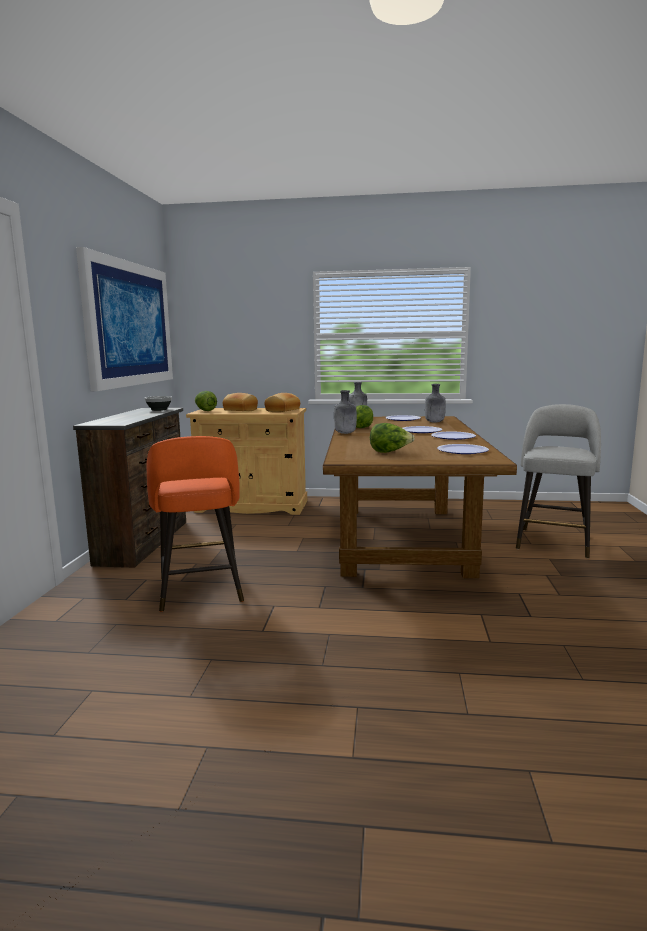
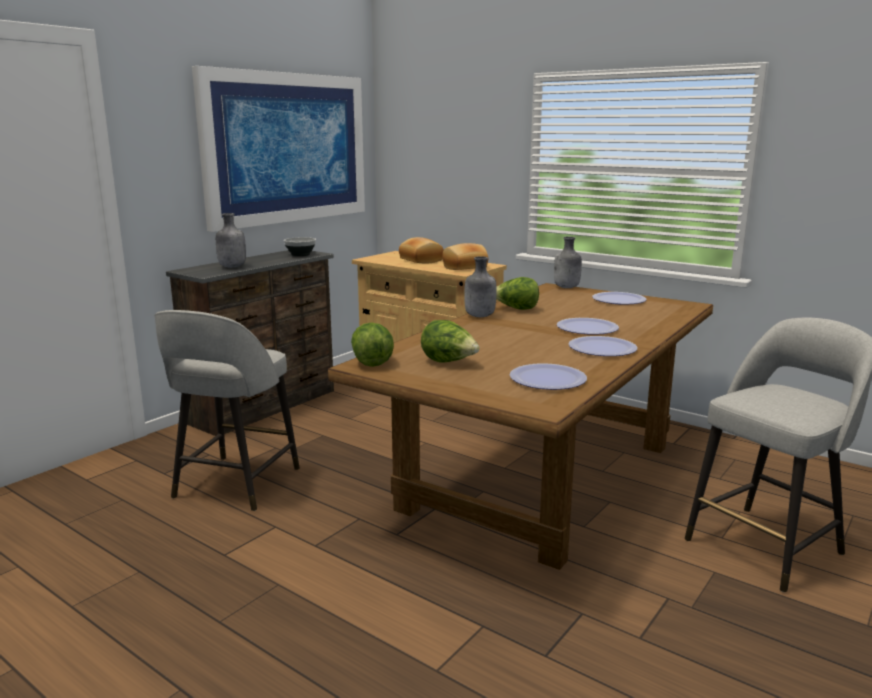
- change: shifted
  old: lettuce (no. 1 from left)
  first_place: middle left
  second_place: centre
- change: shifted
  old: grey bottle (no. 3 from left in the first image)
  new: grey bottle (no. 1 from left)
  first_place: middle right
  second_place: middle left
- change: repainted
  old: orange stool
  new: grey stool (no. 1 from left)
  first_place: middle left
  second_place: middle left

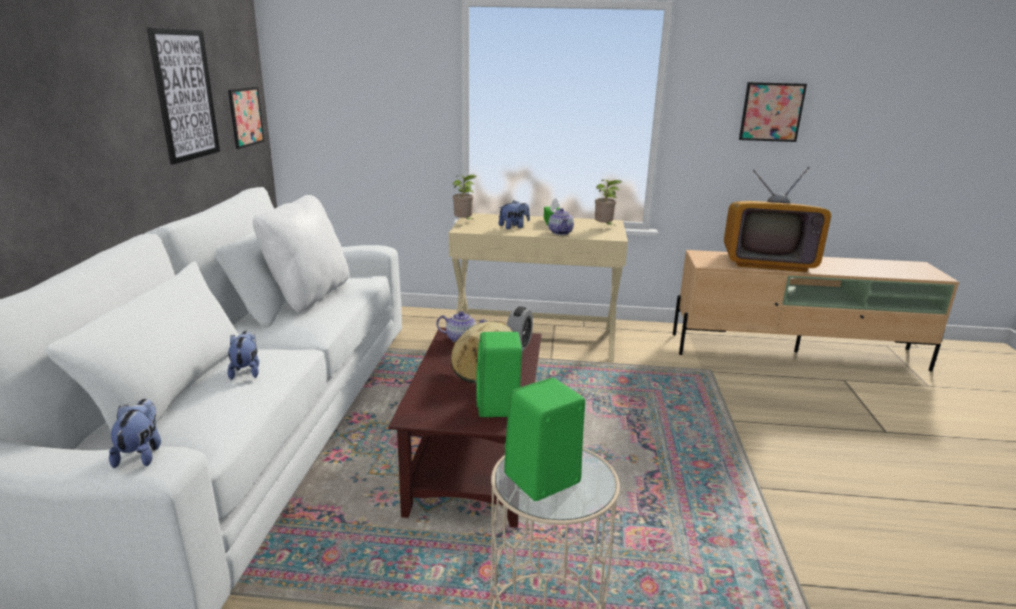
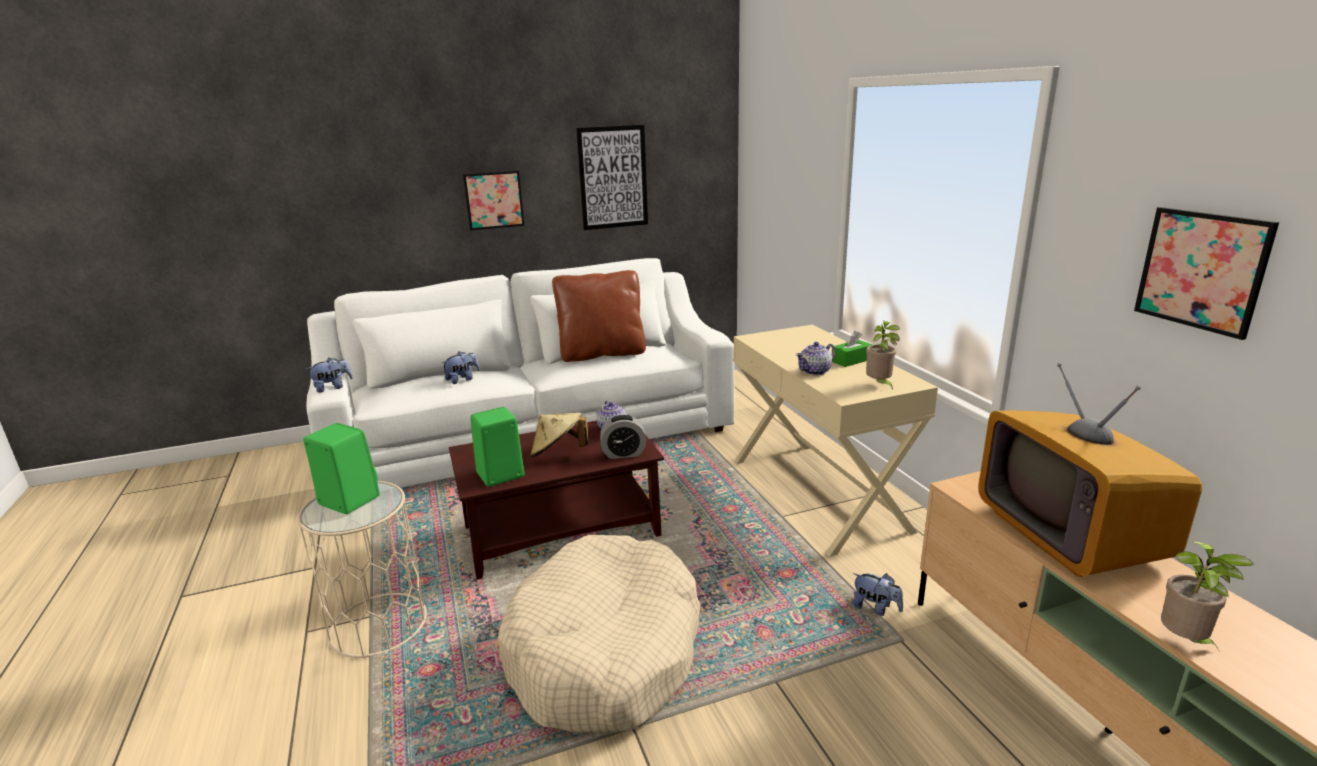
- change: new
  new: beige dog bed
  second_place: bottom centre
- change: shifted
  old: picture (no. 2 from left in the first image)
  new: picture (no. 1 from left)
  first_place: top left
  second_place: top centre
- change: shifted
  old: potted plant (no. 1 from left in the first image)
  new: potted plant (no. 2 from left)
  first_place: top centre
  second_place: bottom right
- change: shifted
  old: plush toy (no. 3 from left)
  first_place: centre
  second_place: bottom right
- change: repainted
  old: white pillow
  new: brown pillow
  first_place: middle left
  second_place: centre

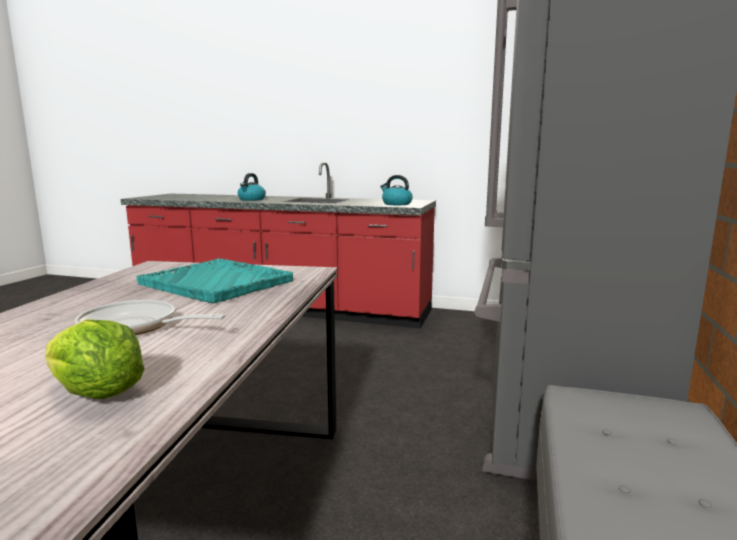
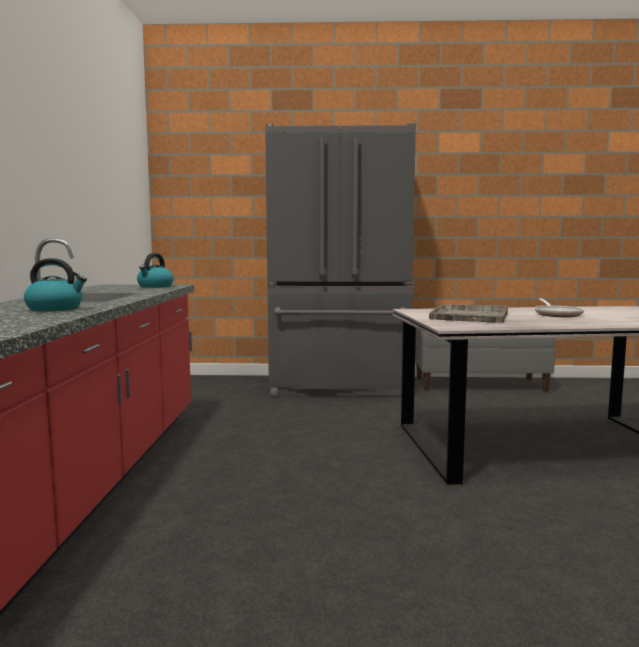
- change: gone
  old: lettuce
  first_place: middle left
- change: repainted
  old: turquoise tray
  new: grey tray
  first_place: middle left
  second_place: middle right

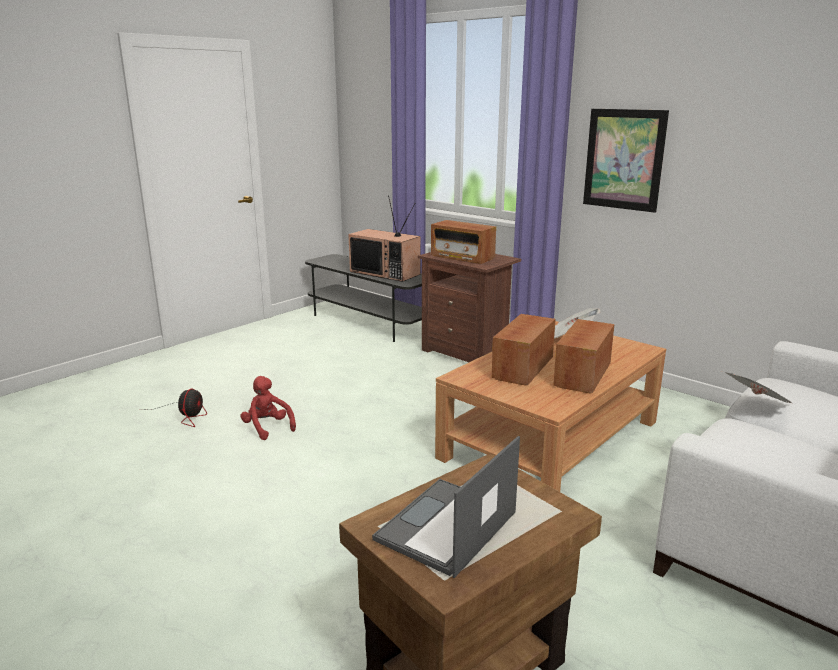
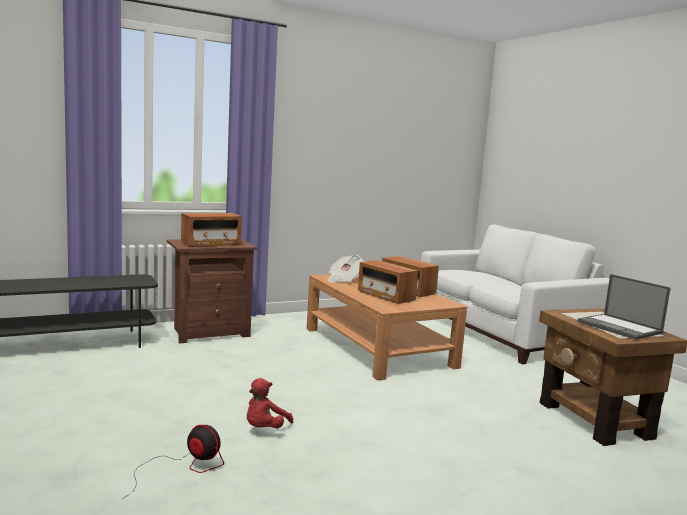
- change: gone
  old: television
  first_place: centre
- change: gone
  old: picture
  first_place: top right
- change: gone
  old: newspaper (no. 2 from left)
  first_place: middle right
- change: rotated
  old: red plush toy
  first_place: middle left
  second_place: bottom centre
  degrees: -45

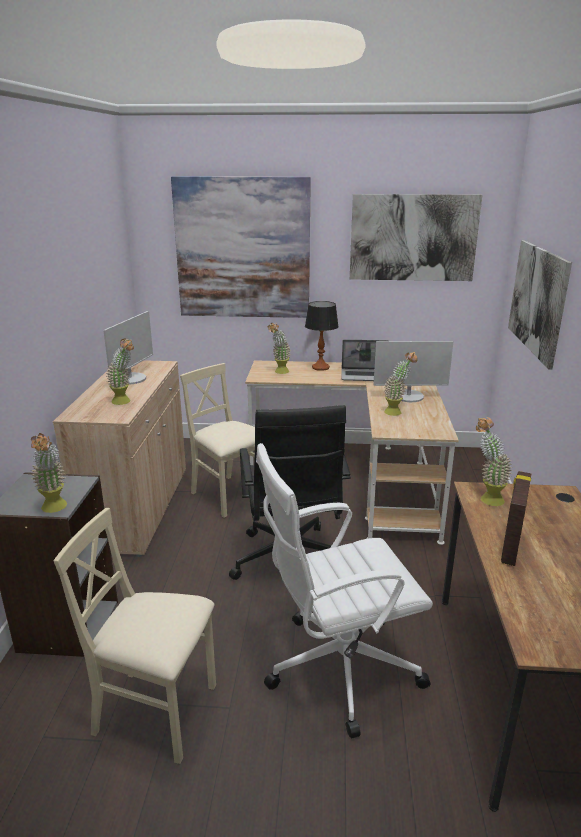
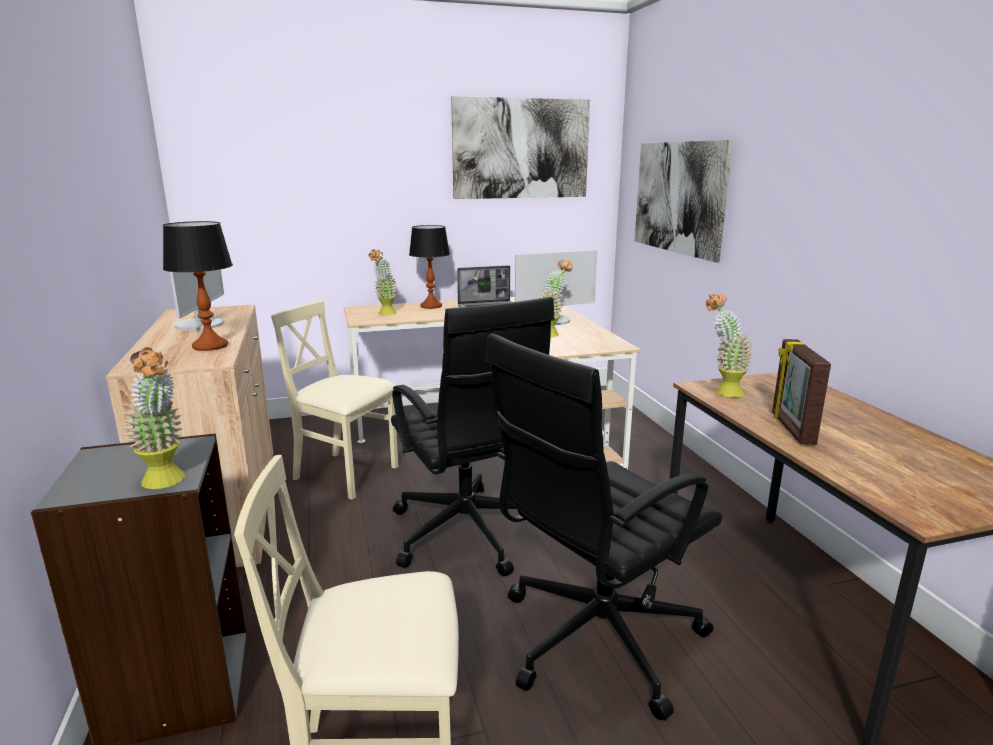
- change: gone
  old: picture (no. 1 from left)
  first_place: top centre
- change: swapped
  old: potted plant (no. 2 from left)
  new: table lamp (no. 1 from left)
  first_place: middle left
  second_place: middle left
- change: repainted
  old: white office chair
  new: black office chair (no. 2 from left)
  first_place: bottom centre
  second_place: bottom centre

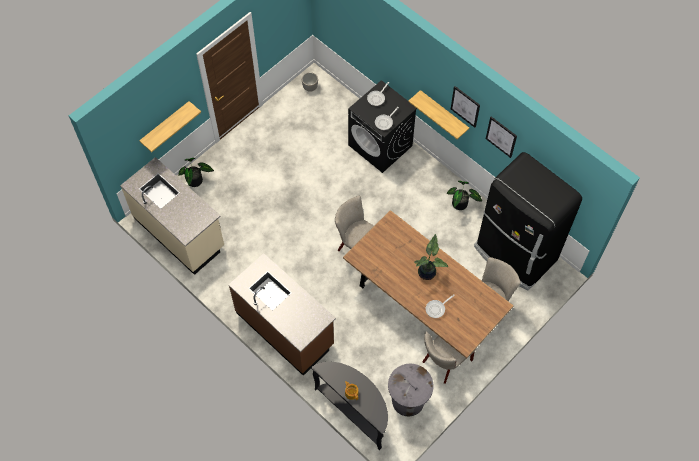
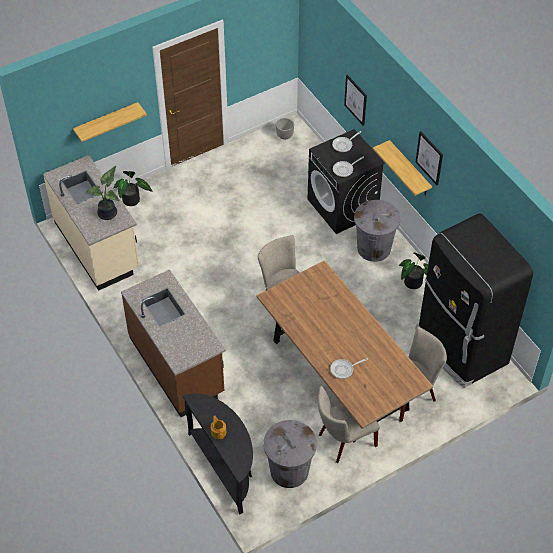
- change: new
  new: grey trash can (no. 2 from left)
  second_place: middle right
- change: shifted
  old: potted plant (no. 2 from left in the first image)
  new: potted plant (no. 1 from left)
  first_place: centre
  second_place: middle left
- change: shifted
  old: picture (no. 2 from left in the first image)
  new: picture (no. 1 from left)
  first_place: top right
  second_place: top centre

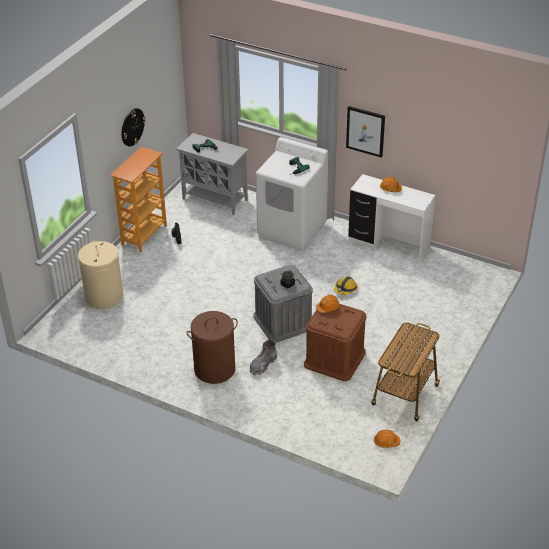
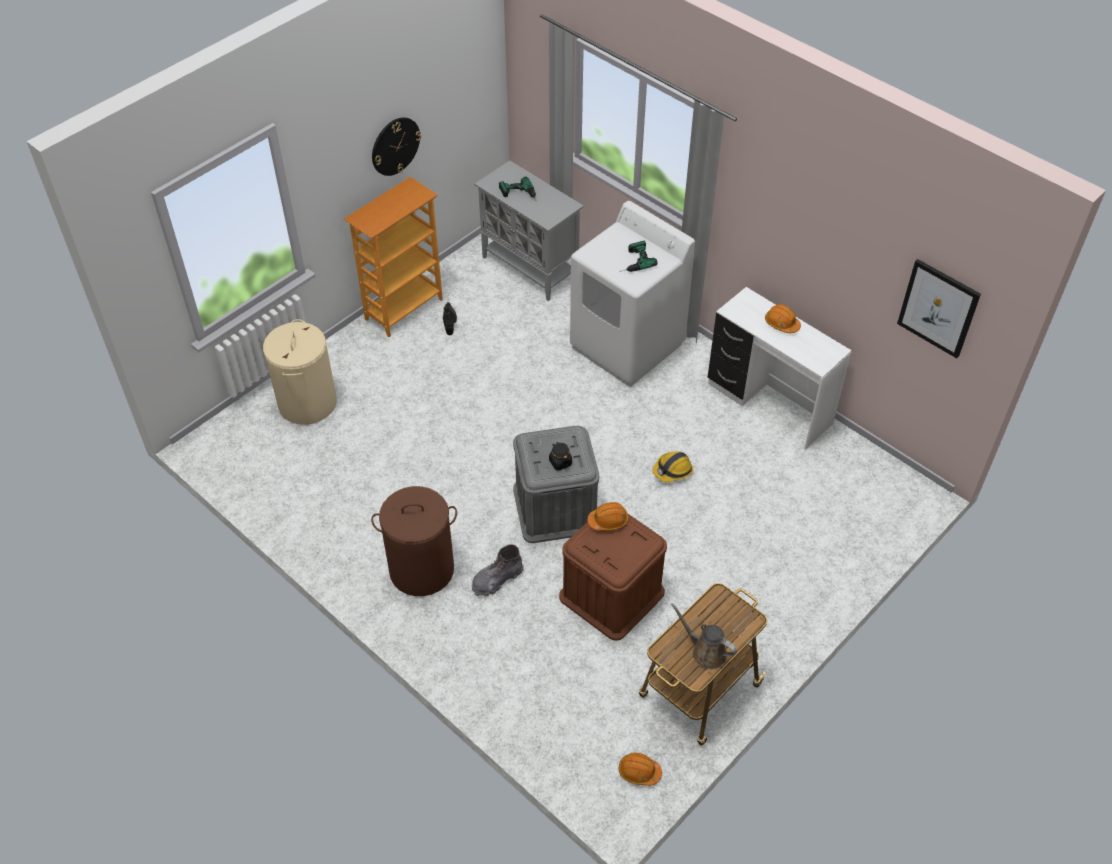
- change: new
  new: brown watering can
  second_place: bottom centre
- change: shifted
  old: picture
  first_place: top centre
  second_place: middle right

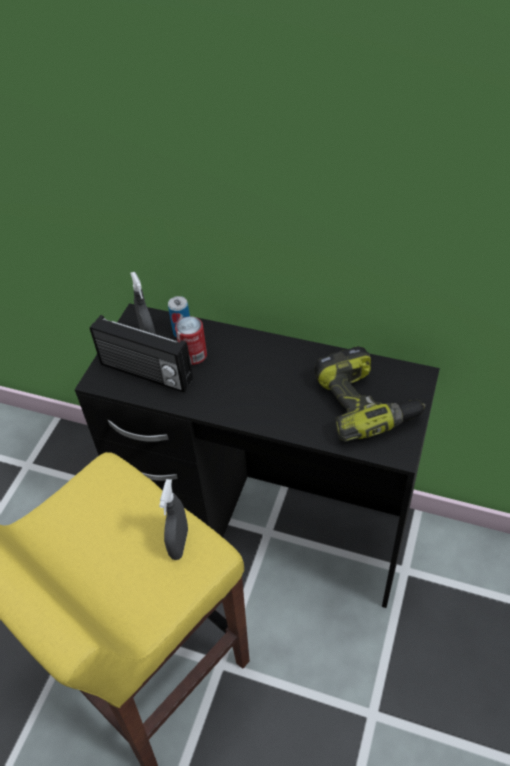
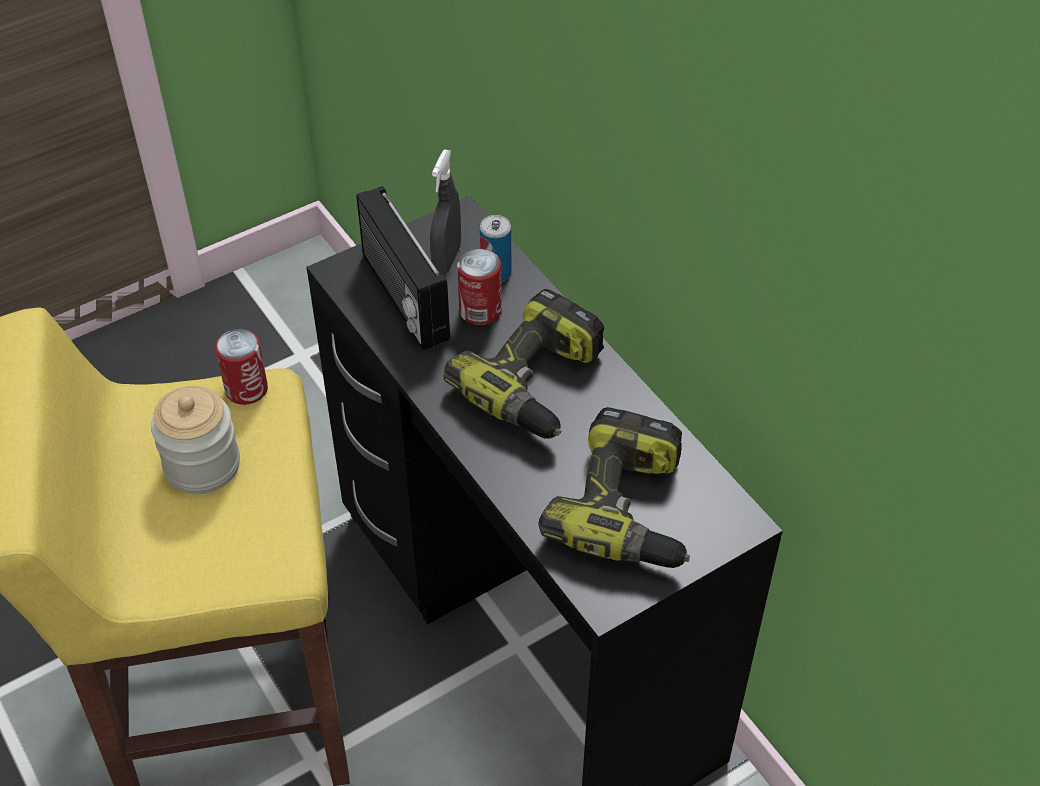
- change: gone
  old: grey spray bottle (no. 2 from left)
  first_place: bottom centre
- change: new
  new: jar
  second_place: middle left
- change: new
  new: can (no. 1 from left)
  second_place: middle left
- change: new
  new: power drill (no. 1 from left)
  second_place: centre

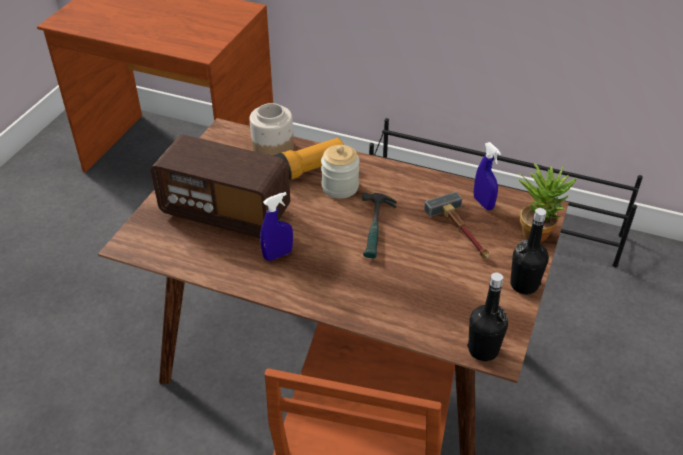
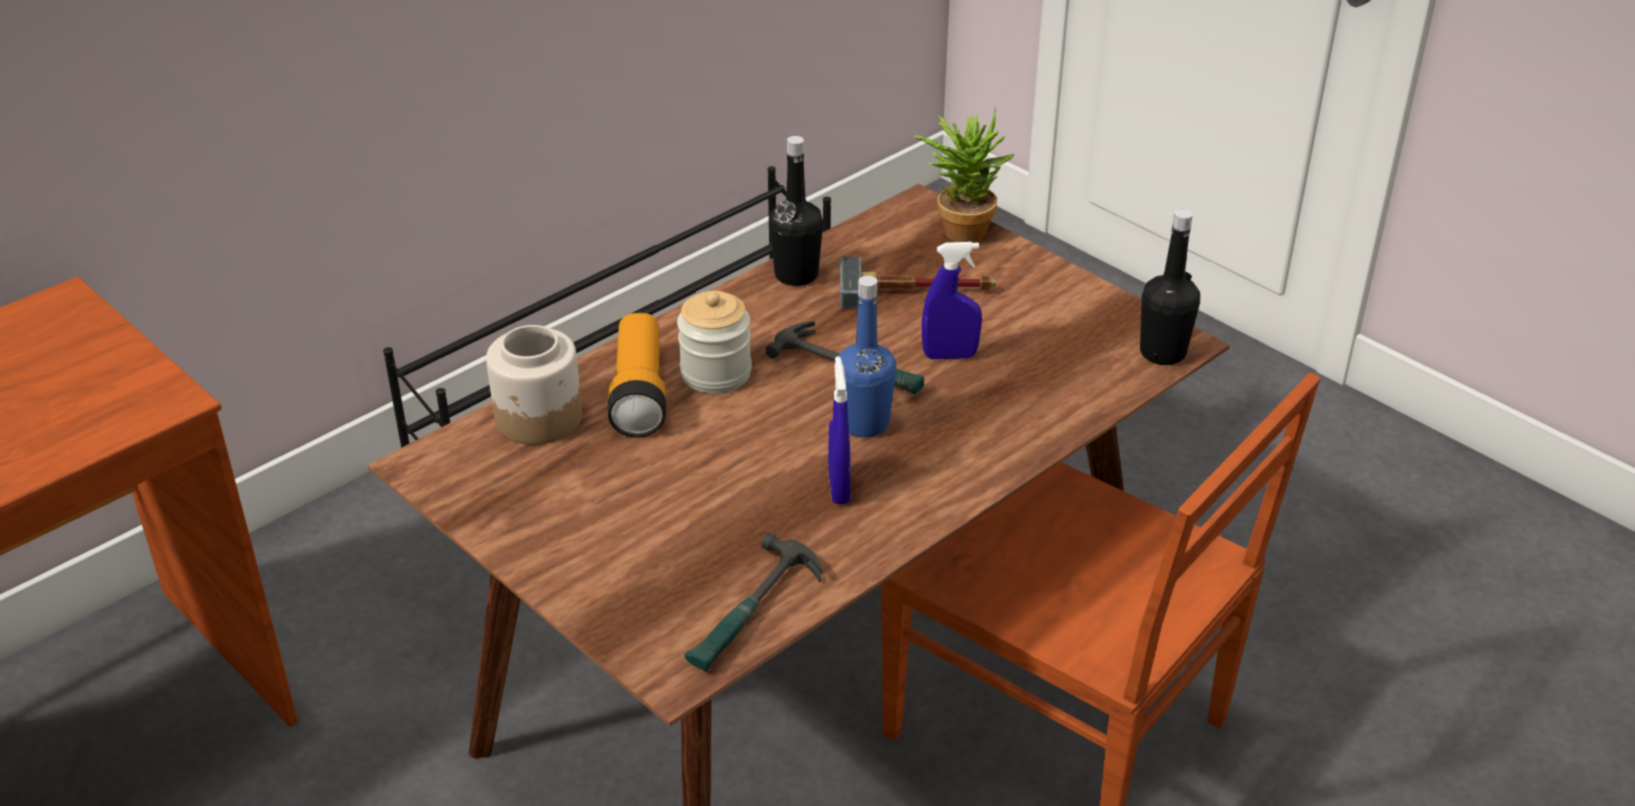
- change: gone
  old: radio
  first_place: middle left
- change: new
  new: hammer (no. 1 from left)
  second_place: bottom centre
- change: new
  new: blue bottle
  second_place: centre
- change: shifted
  old: blue spray bottle (no. 2 from left)
  first_place: middle right
  second_place: centre
- change: shifted
  old: black bottle (no. 2 from left in the first image)
  new: black bottle (no. 1 from left)
  first_place: middle right
  second_place: top centre

